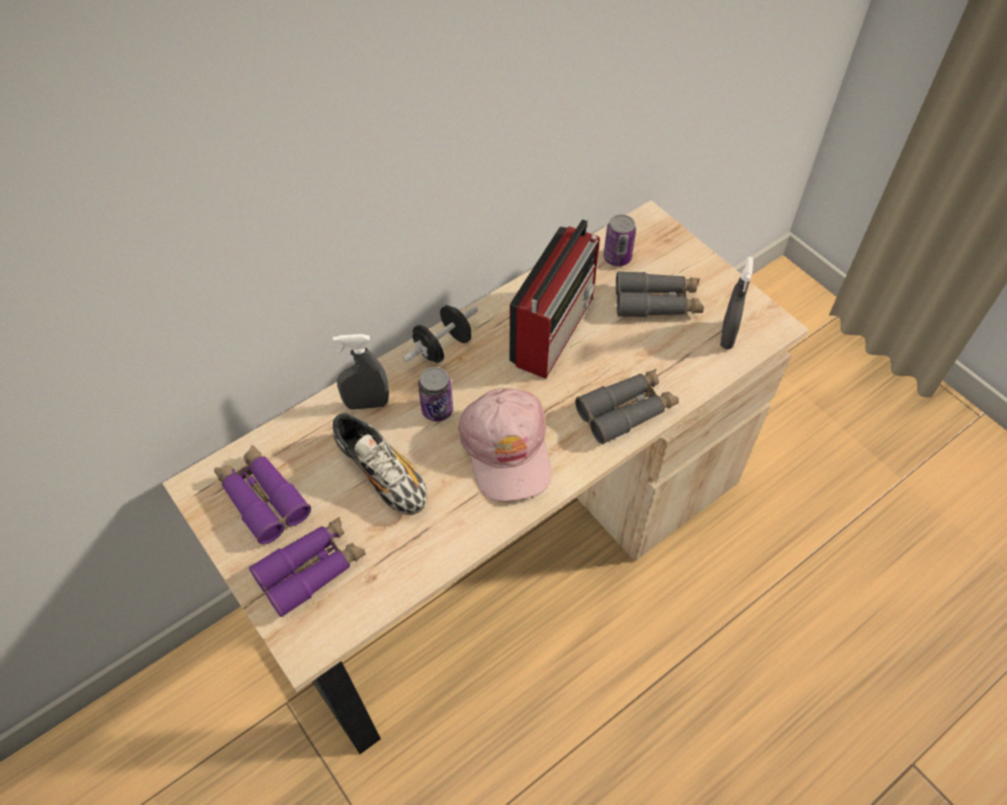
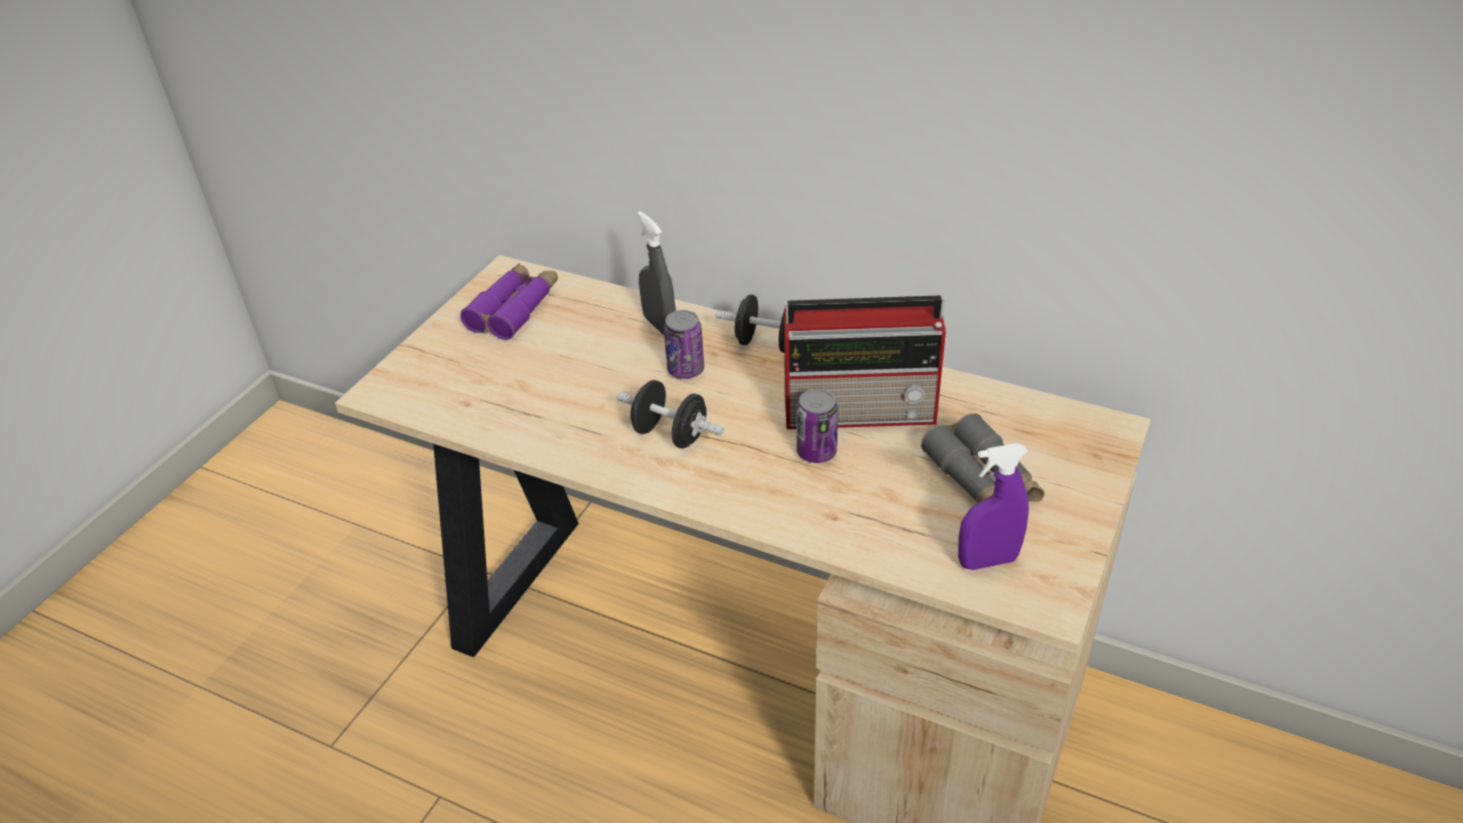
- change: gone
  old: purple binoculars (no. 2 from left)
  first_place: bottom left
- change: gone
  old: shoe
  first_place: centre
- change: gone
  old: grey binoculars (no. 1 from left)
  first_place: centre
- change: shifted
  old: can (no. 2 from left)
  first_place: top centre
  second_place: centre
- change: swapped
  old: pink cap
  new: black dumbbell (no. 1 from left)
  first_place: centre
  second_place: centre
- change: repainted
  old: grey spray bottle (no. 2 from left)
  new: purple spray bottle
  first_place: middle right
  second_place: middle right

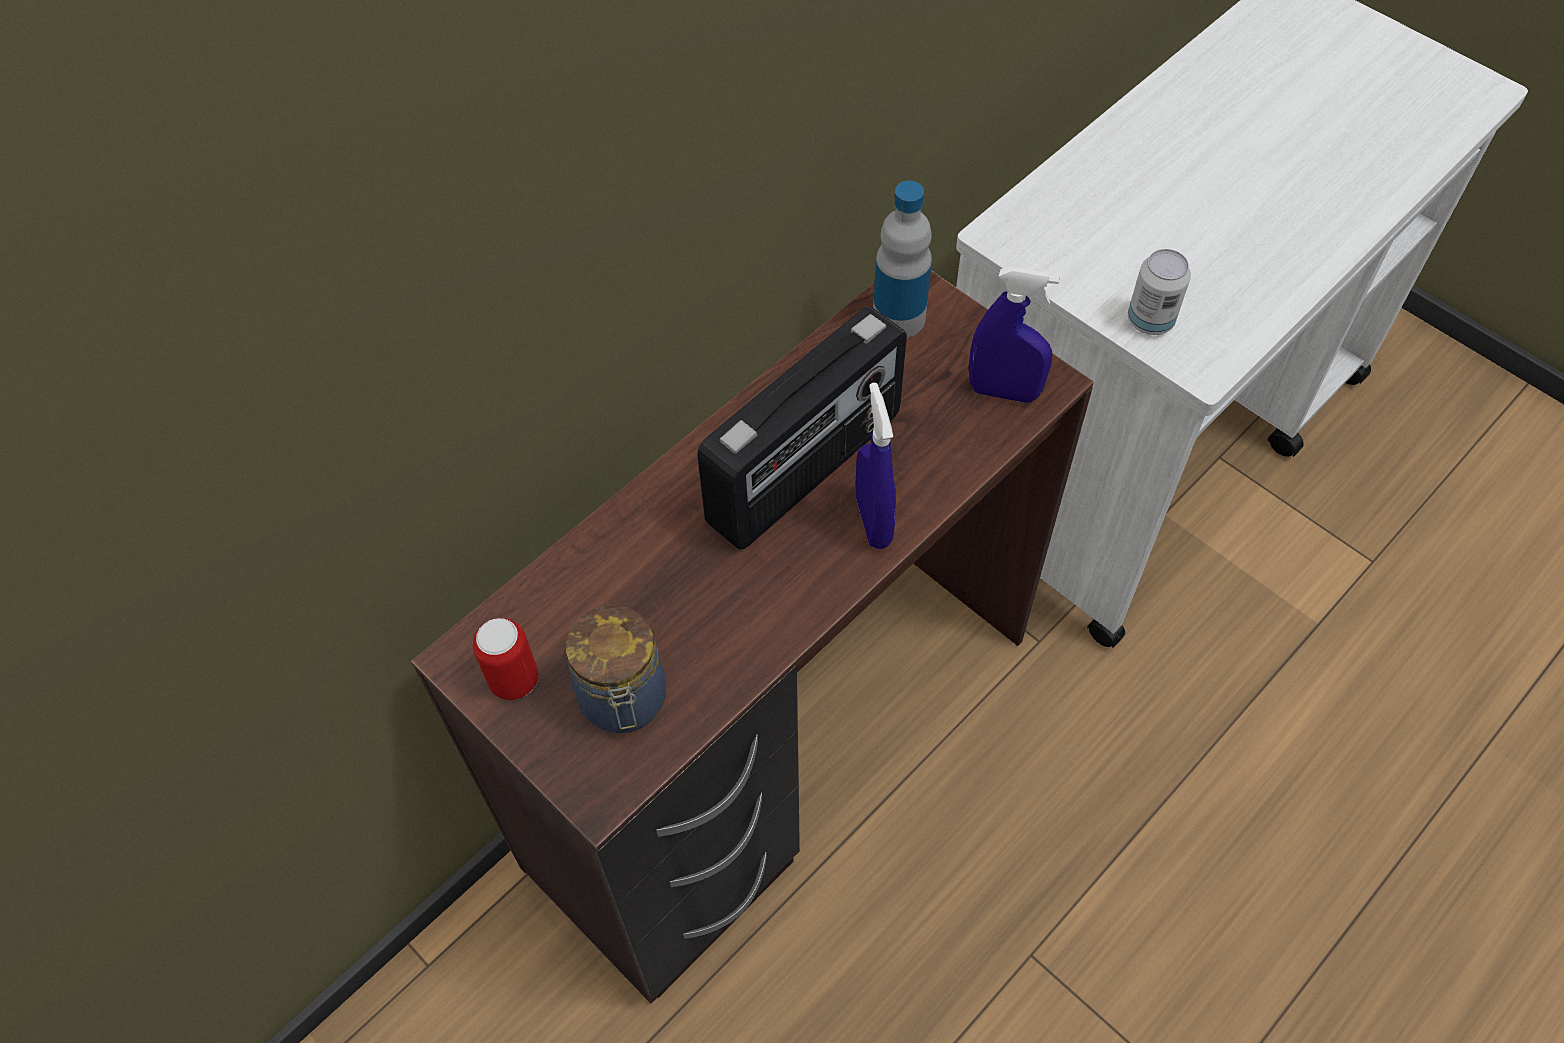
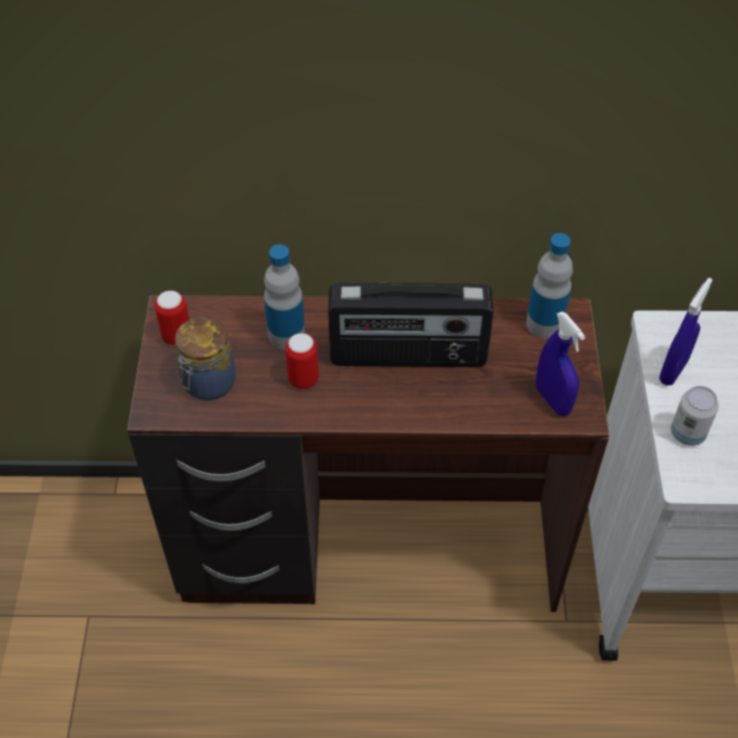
- change: new
  new: bottle (no. 1 from left)
  second_place: centre
- change: new
  new: can (no. 2 from left)
  second_place: centre
- change: shifted
  old: blue spray bottle (no. 1 from left in the first image)
  new: blue spray bottle (no. 2 from left)
  first_place: centre
  second_place: middle right

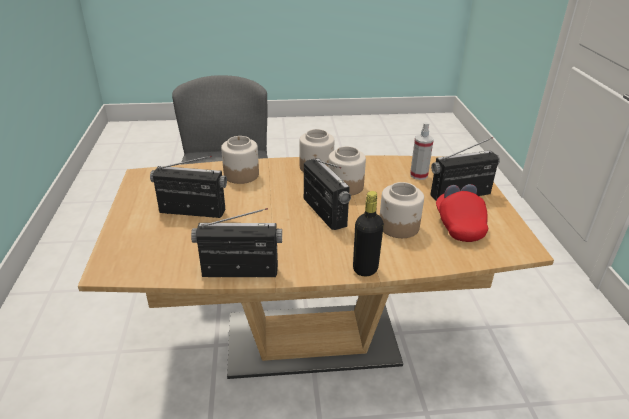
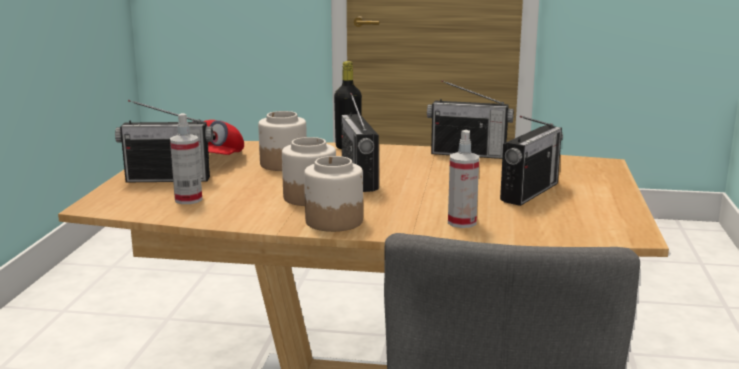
- change: swapped
  old: jar (no. 1 from left)
  new: spray bottle (no. 2 from left)
  first_place: centre
  second_place: centre
- change: rotated
  old: radio (no. 1 from left in the first image)
  first_place: middle left
  second_place: middle right
  degrees: -75

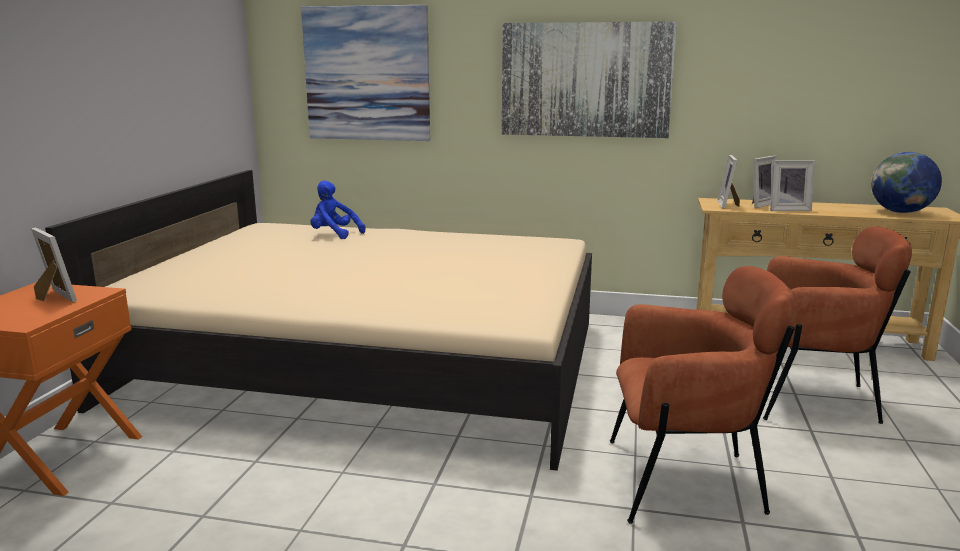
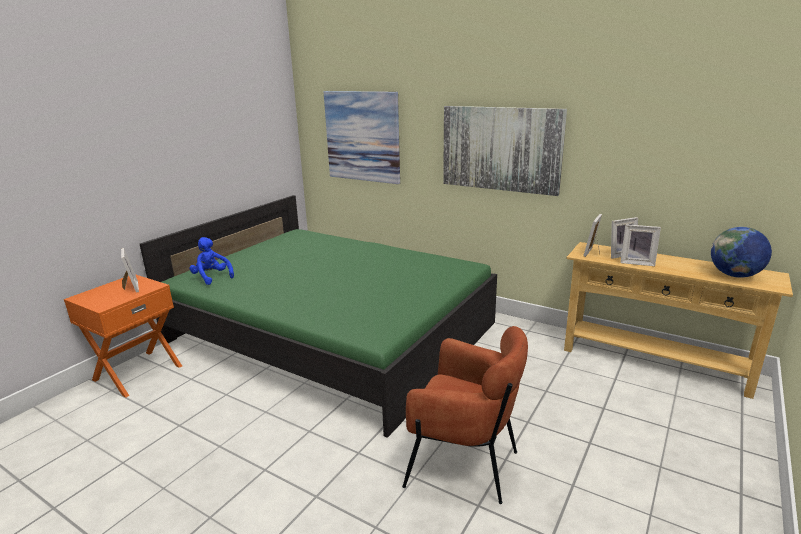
- change: gone
  old: brown armchair (no. 2 from left)
  first_place: middle right
- change: shifted
  old: blue plush toy
  first_place: centre
  second_place: middle left
- change: repainted
  old: beige bed
  new: green bed
  first_place: middle left
  second_place: centre

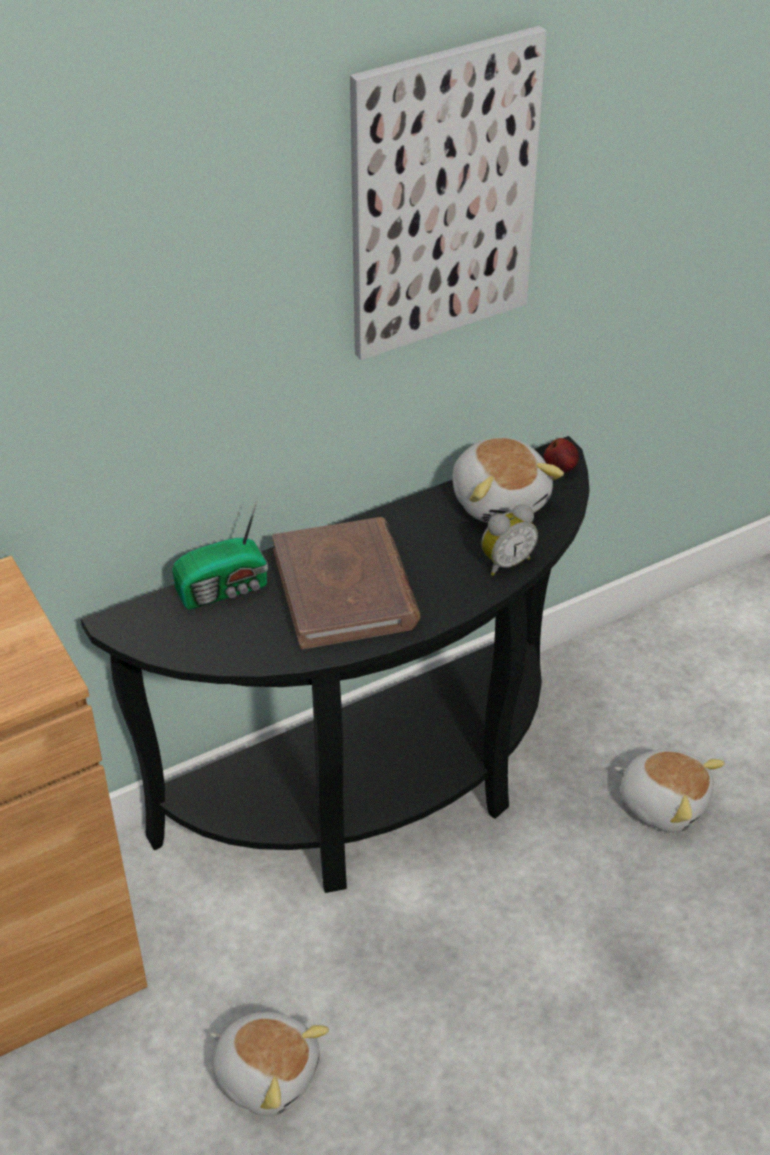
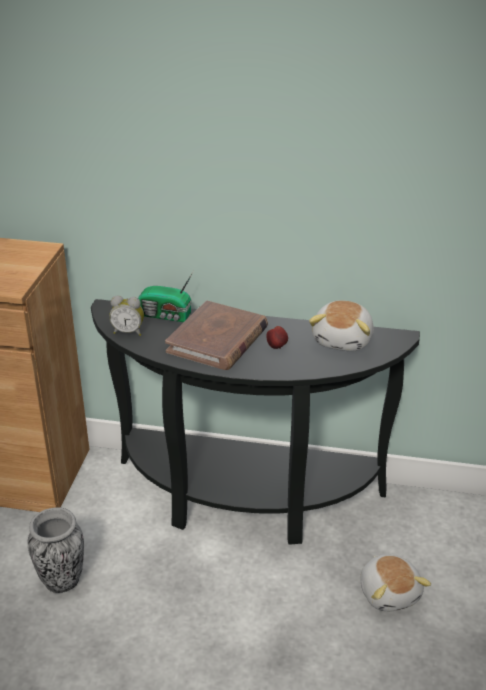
- change: gone
  old: picture
  first_place: top centre
- change: shifted
  old: alarm clock
  first_place: centre
  second_place: middle left
- change: shifted
  old: apple
  first_place: middle right
  second_place: centre
- change: swapped
  old: plush toy (no. 1 from left)
  new: vase
  first_place: bottom centre
  second_place: bottom left

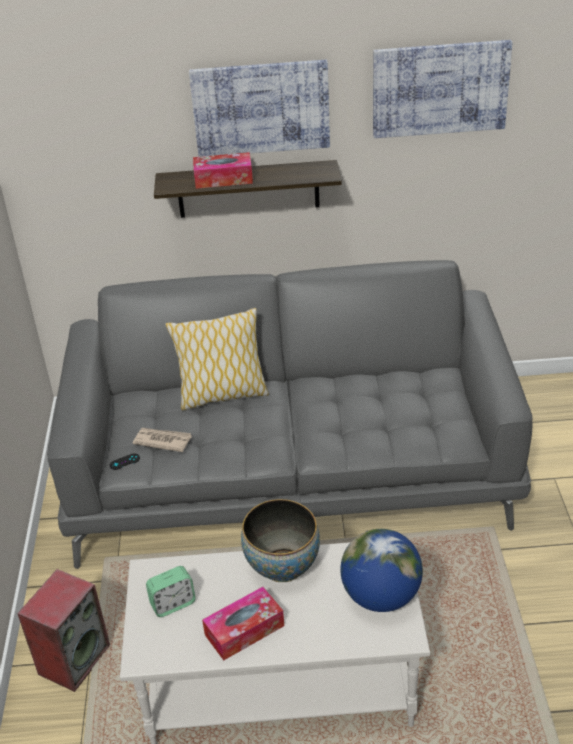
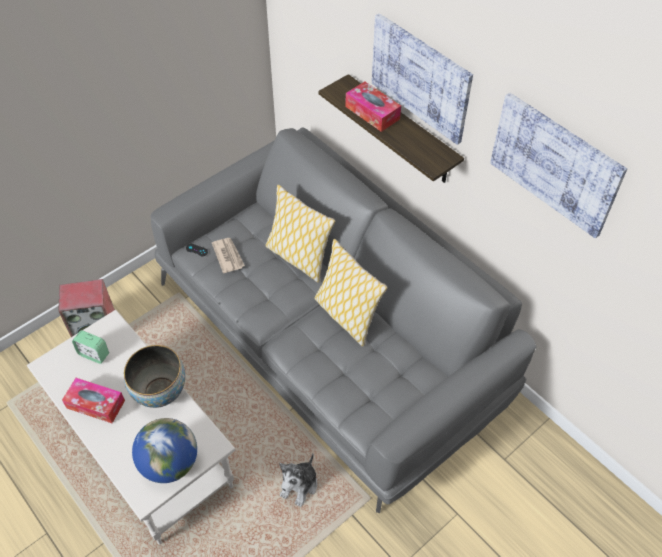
- change: new
  new: plush toy
  second_place: bottom centre
- change: new
  new: pillow (no. 2 from left)
  second_place: centre

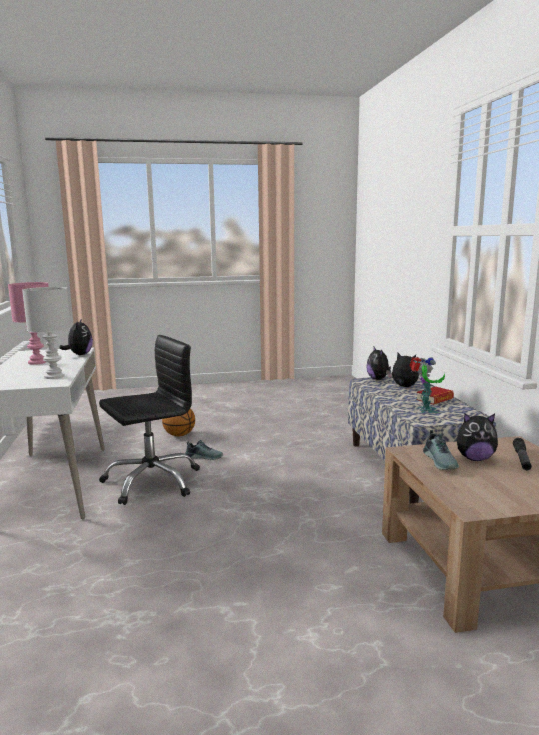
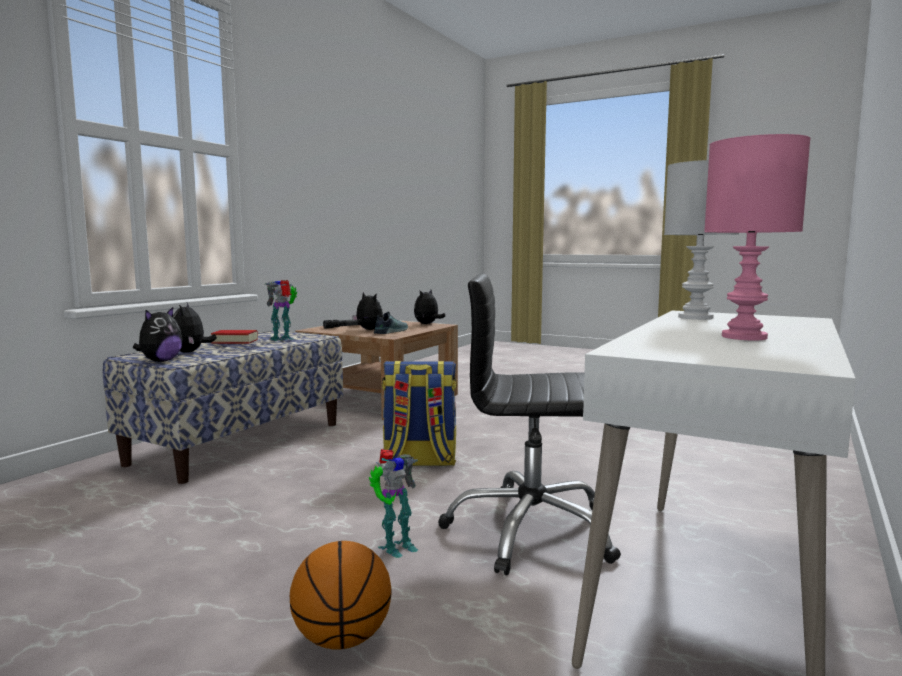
- change: new
  new: backpack
  second_place: centre
- change: shifted
  old: plush toy (no. 1 from left in the first image)
  new: plush toy (no. 4 from left)
  first_place: middle left
  second_place: centre
- change: swapped
  old: shoe (no. 1 from left)
  new: toy robot (no. 2 from left)
  first_place: centre
  second_place: bottom centre

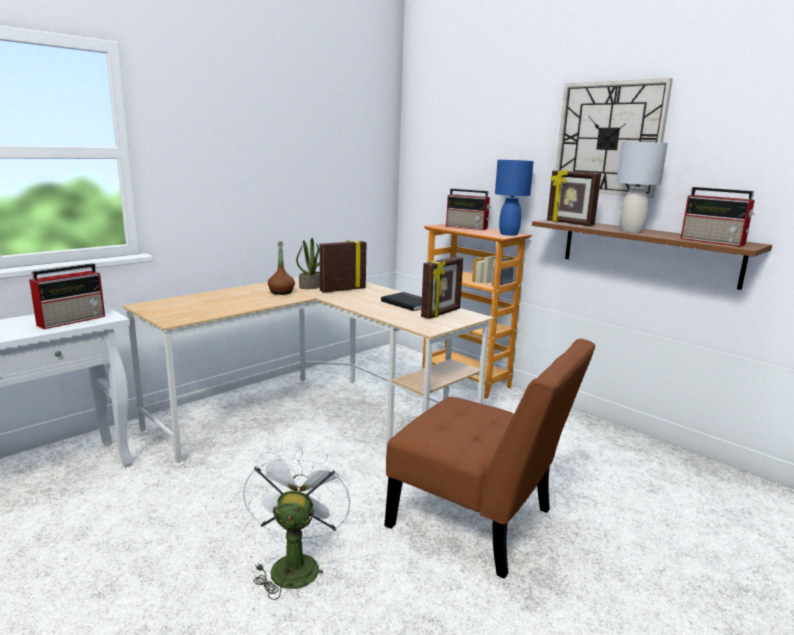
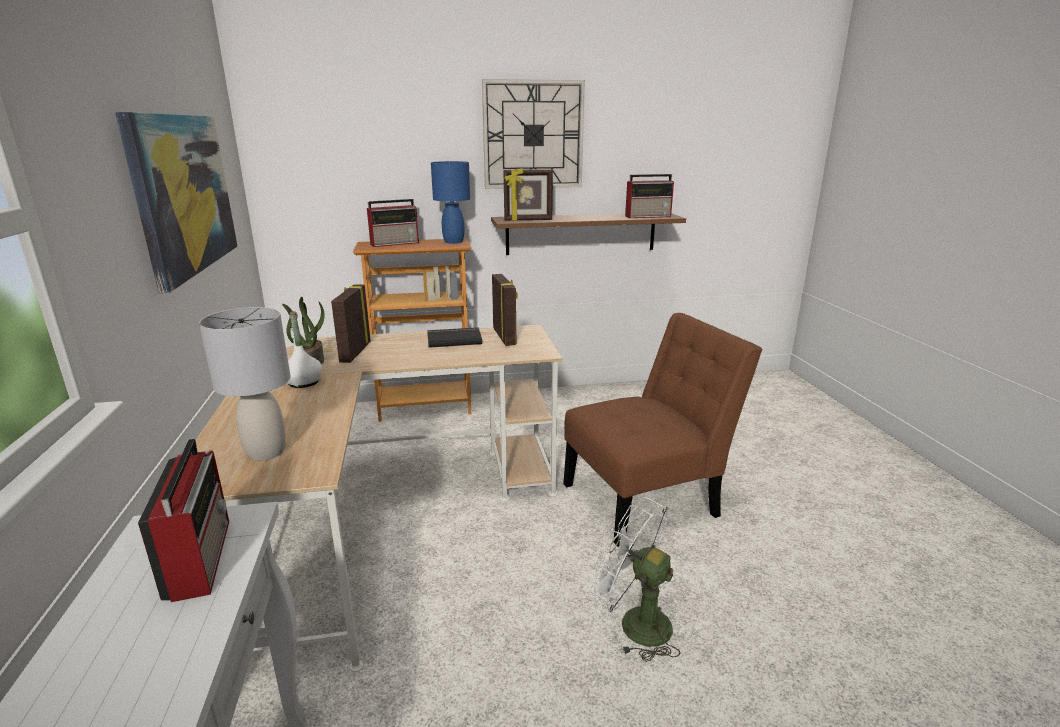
- change: new
  new: picture
  second_place: top left
- change: shifted
  old: grey table lamp
  first_place: top right
  second_place: middle left
- change: repainted
  old: brown bottle
  new: white bottle
  first_place: centre
  second_place: middle left

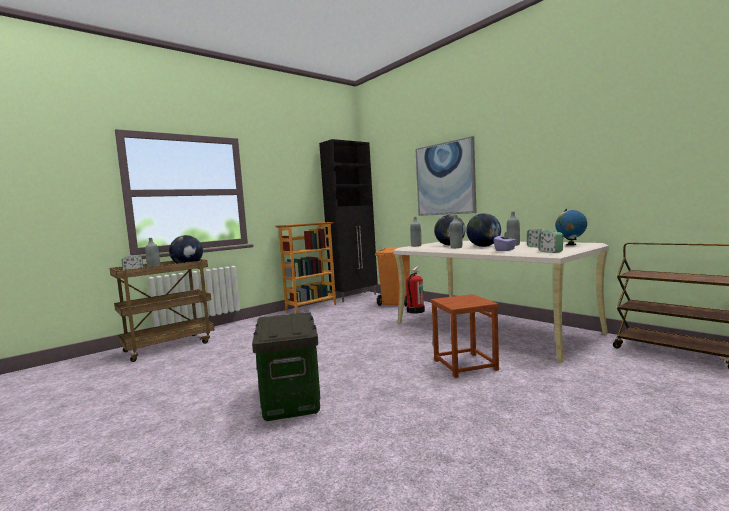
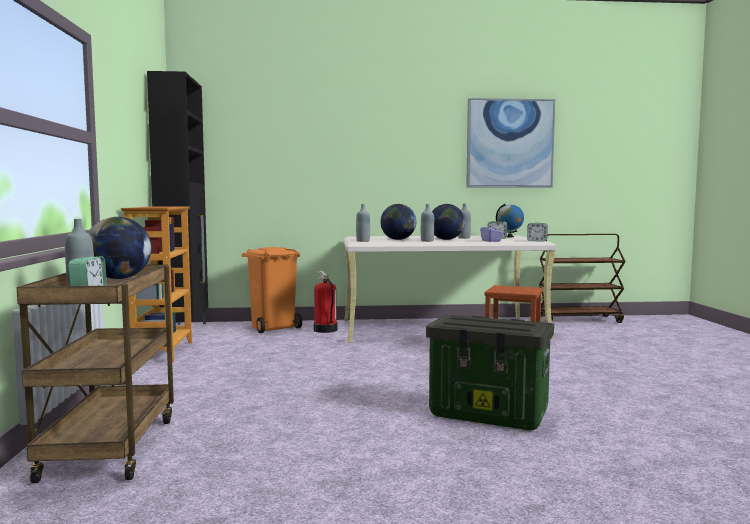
- change: shifted
  old: picture
  first_place: centre
  second_place: top right

